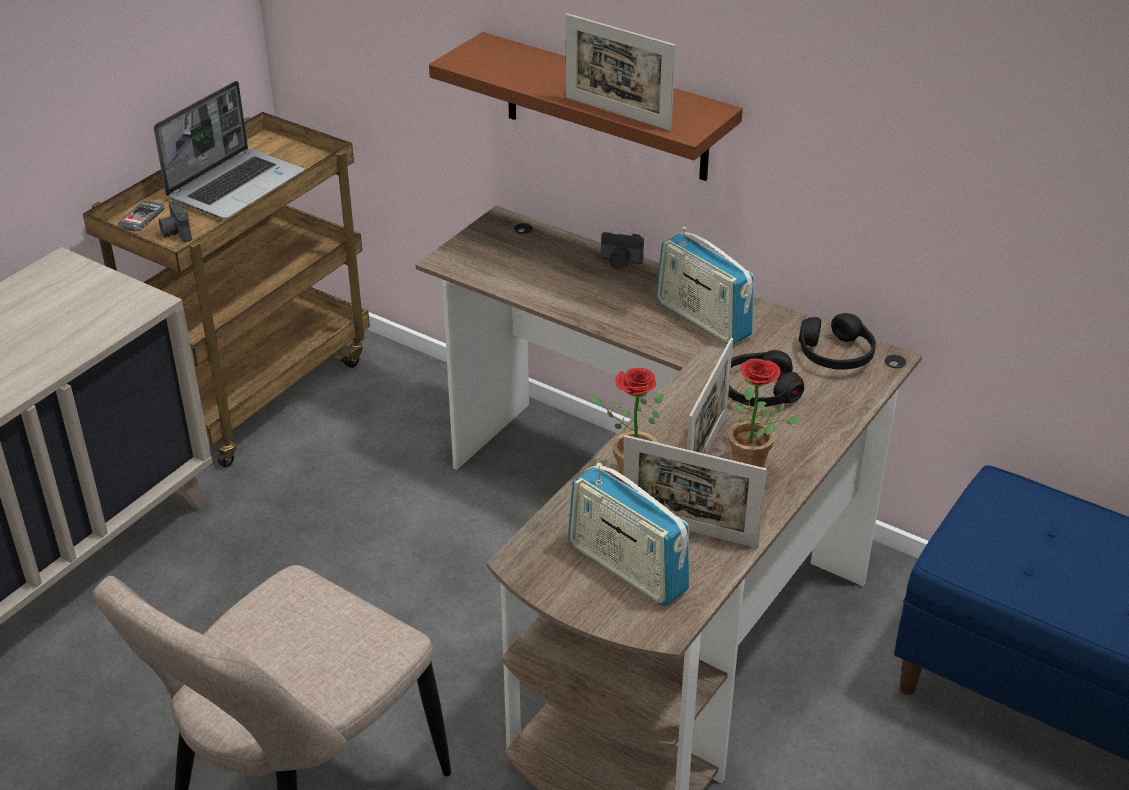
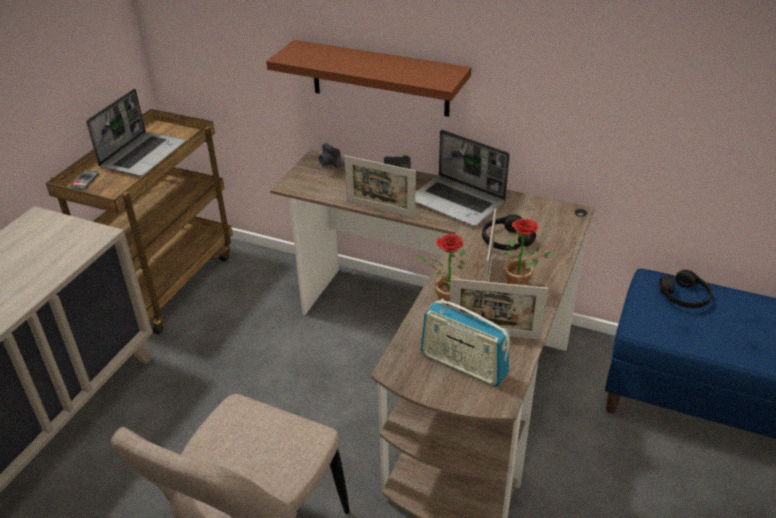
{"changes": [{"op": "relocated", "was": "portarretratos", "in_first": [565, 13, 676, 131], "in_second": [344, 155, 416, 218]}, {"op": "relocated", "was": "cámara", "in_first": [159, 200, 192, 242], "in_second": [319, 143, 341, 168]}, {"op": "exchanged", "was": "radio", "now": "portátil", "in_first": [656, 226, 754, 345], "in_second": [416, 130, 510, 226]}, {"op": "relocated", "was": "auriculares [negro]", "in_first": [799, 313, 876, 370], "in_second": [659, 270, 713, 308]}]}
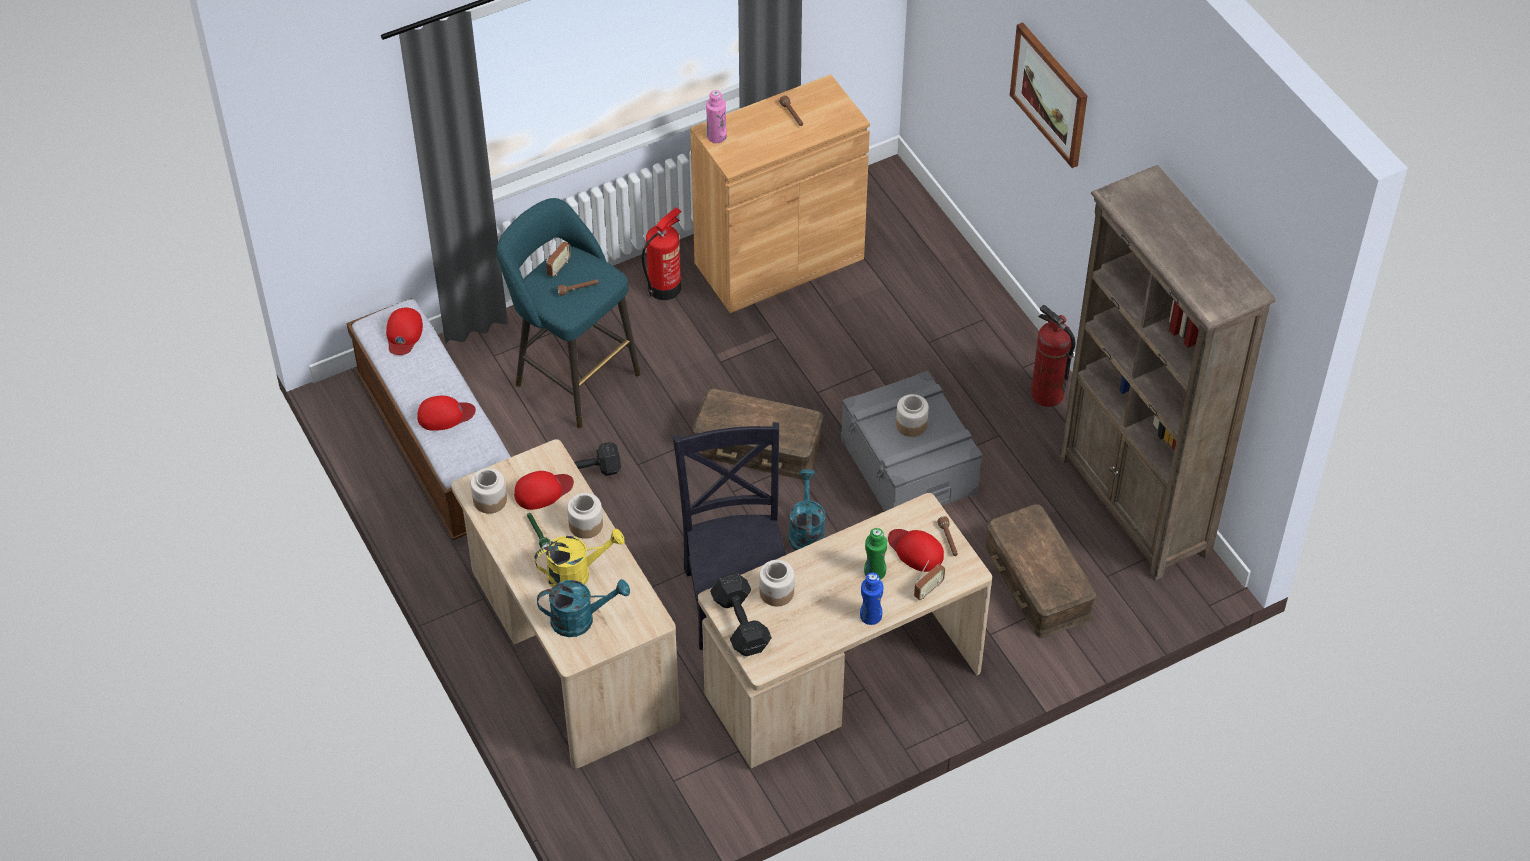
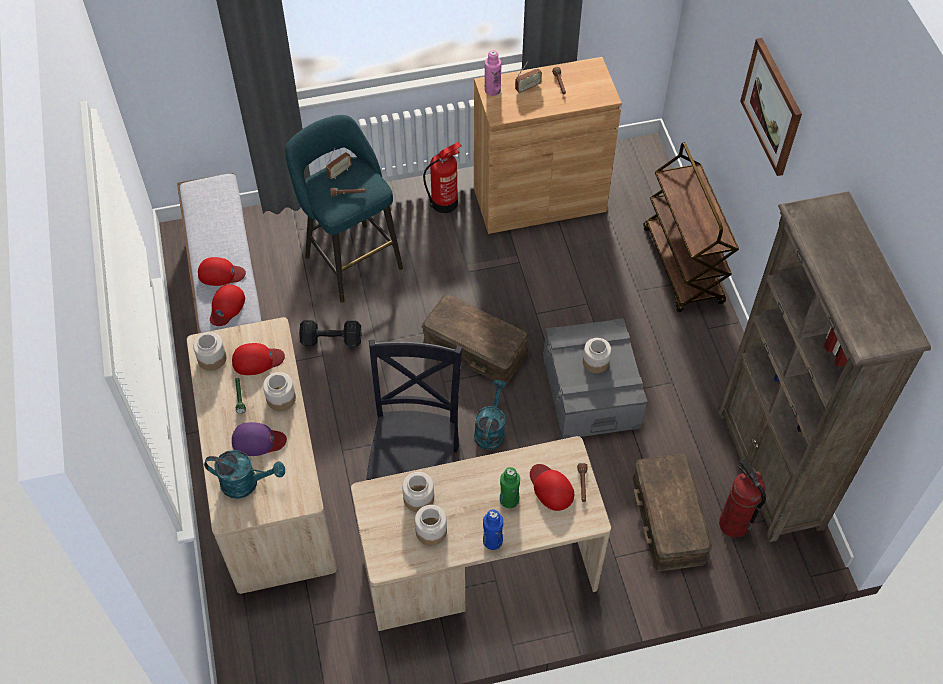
{"changes": [{"op": "relocated", "was": "extintor", "in_first": [1031, 304, 1075, 407], "in_second": [719, 459, 766, 538]}, {"op": "relocated", "was": "gorra [rojo]", "in_first": [386, 307, 423, 355], "in_second": [210, 285, 245, 326]}, {"op": "exchanged", "was": "regadera [amarillo]", "now": "gorra [morado]", "in_first": [534, 528, 625, 588], "in_second": [232, 422, 287, 456]}, {"op": "relocated", "was": "radio", "in_first": [914, 561, 945, 600], "in_second": [515, 61, 542, 93]}, {"op": "missing", "was": "mancuerna [negro]", "in_first": [710, 573, 772, 656]}, {"op": "appeared", "now": "carrito [marrón]", "in_second": [644, 142, 739, 312]}, {"op": "appeared", "now": "tarro", "in_second": [415, 505, 447, 546]}]}
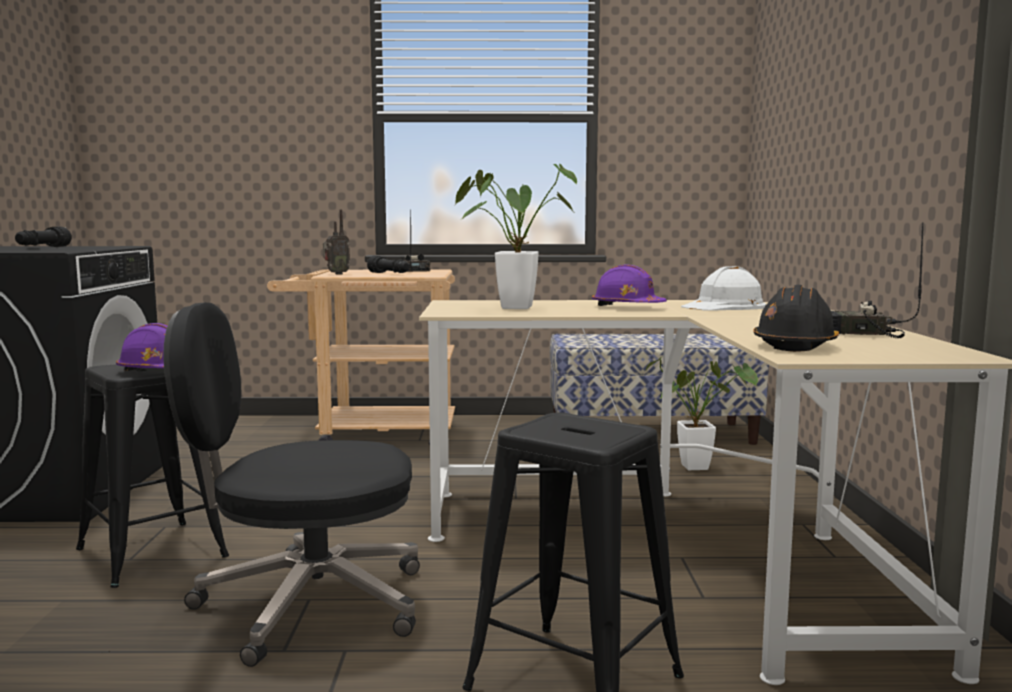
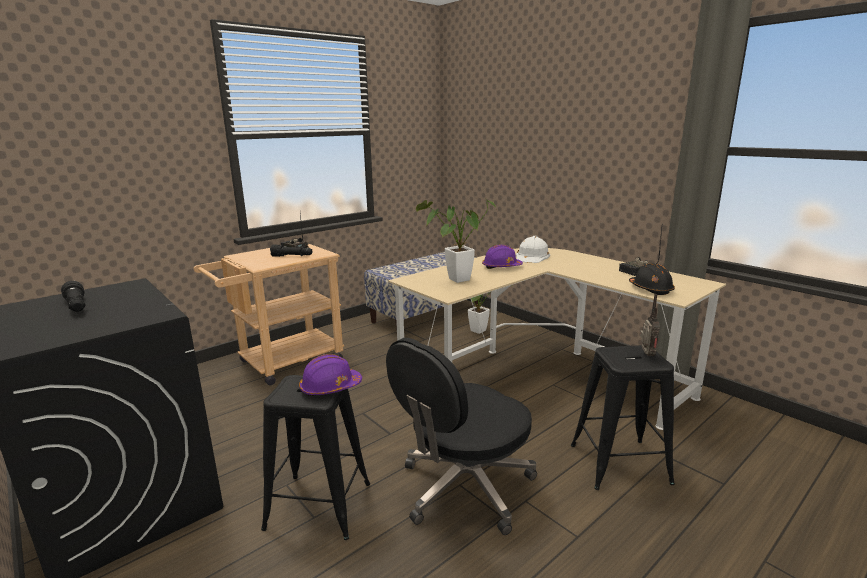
{"changes": [{"op": "relocated", "was": "radio", "in_first": [323, 210, 350, 275], "in_second": [640, 294, 660, 356]}]}
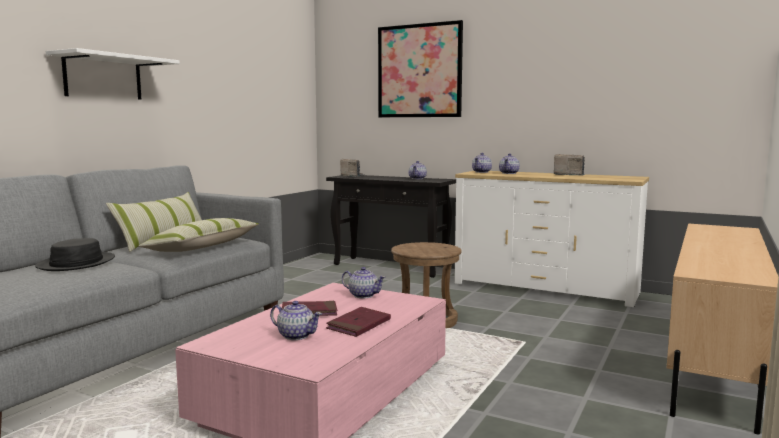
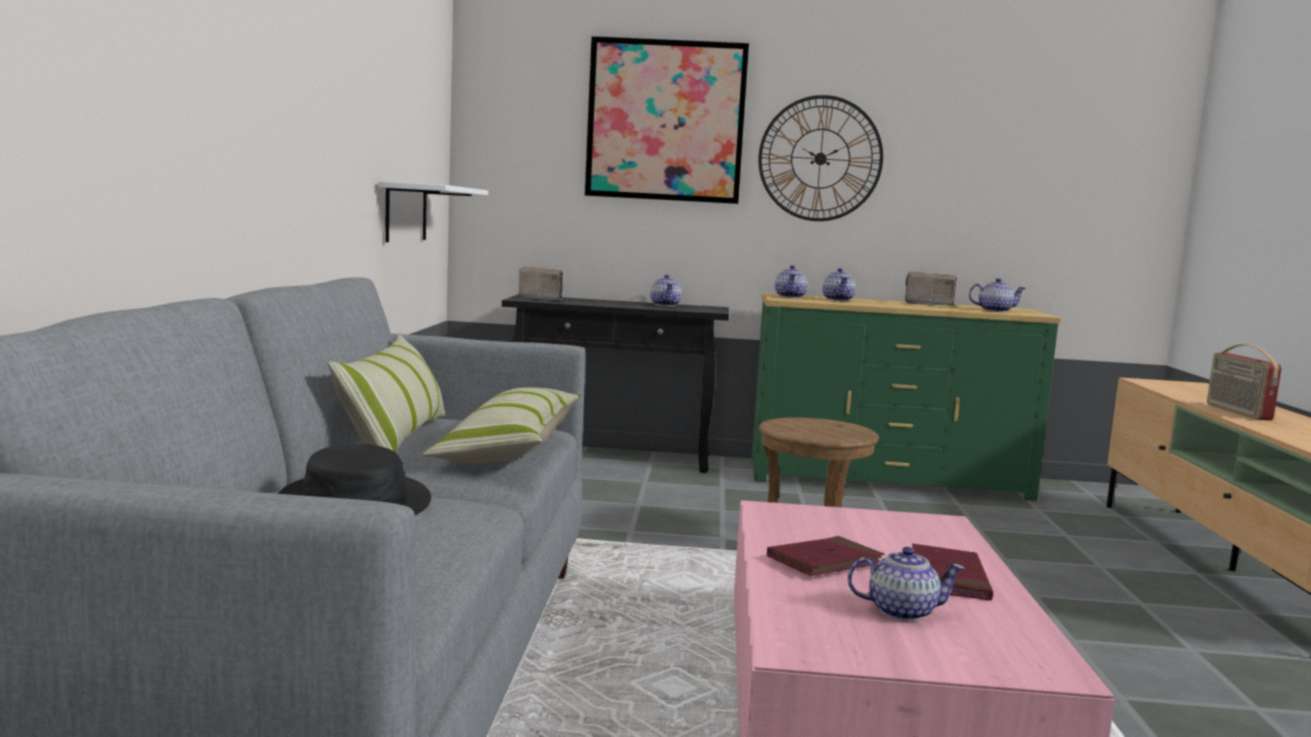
{"changes": [{"op": "relocated", "was": "estante [blanco]", "in_first": [46, 48, 180, 100], "in_second": [378, 181, 488, 242]}, {"op": "colour", "was": "cómoda [blanco]", "now": "cómoda [verde]", "in_first": [454, 171, 649, 307], "in_second": [751, 293, 1061, 501]}, {"op": "relocated", "was": "tetera", "in_first": [342, 267, 386, 298], "in_second": [969, 278, 1026, 312]}, {"op": "appeared", "now": "reloj de pared", "in_second": [758, 95, 883, 221]}, {"op": "appeared", "now": "radio", "in_second": [1207, 344, 1282, 420]}]}
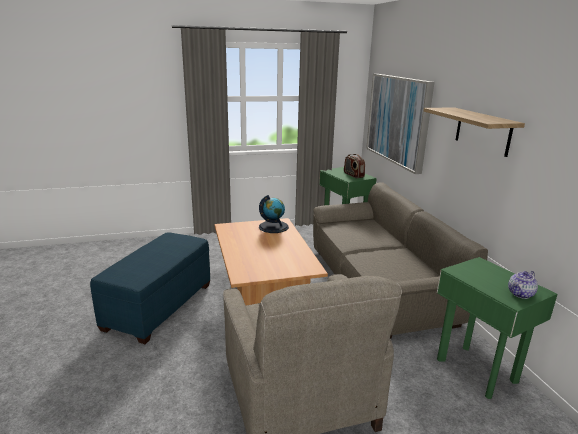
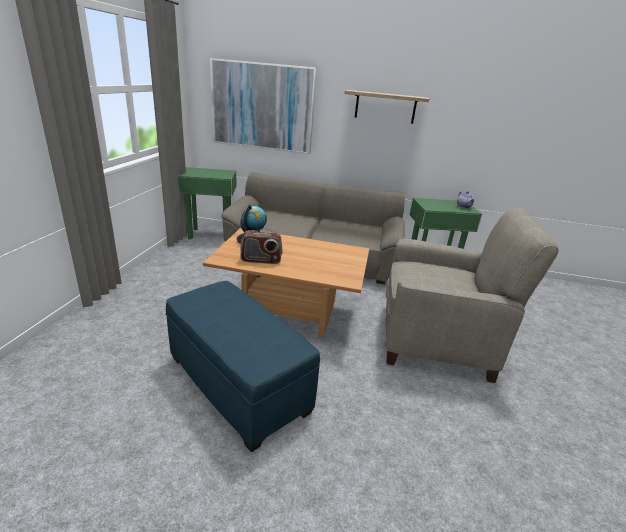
{"changes": [{"op": "relocated", "was": "radio", "in_first": [344, 154, 365, 178], "in_second": [240, 228, 282, 264]}]}
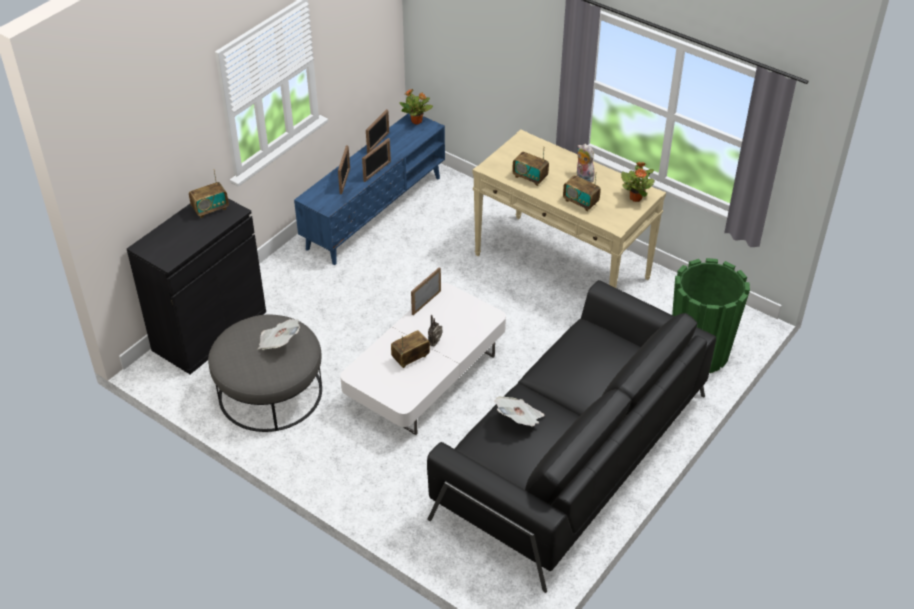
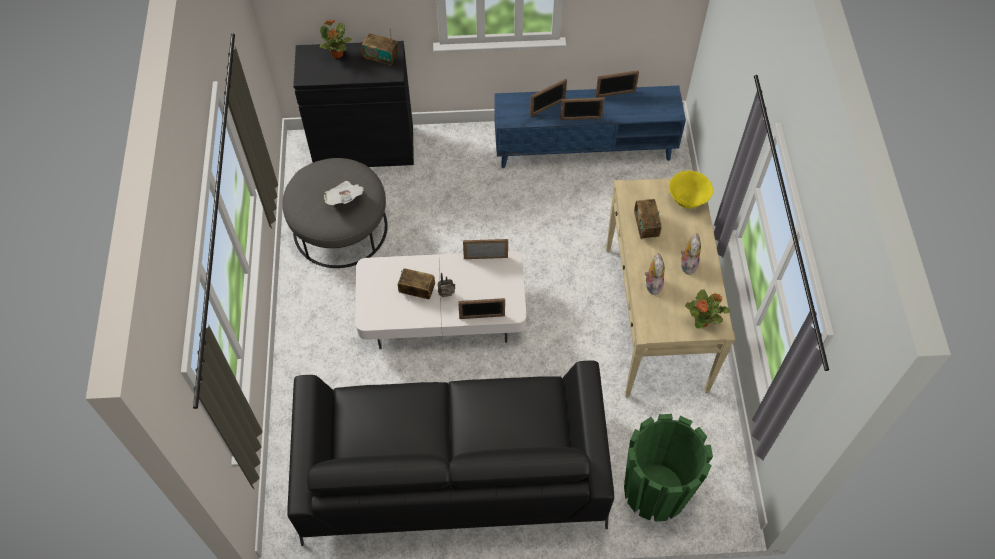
{"changes": [{"op": "relocated", "was": "planta en maceta", "in_first": [399, 90, 433, 124], "in_second": [319, 19, 352, 58]}, {"op": "exchanged", "was": "radio", "now": "peluche", "in_first": [563, 172, 601, 212], "in_second": [645, 253, 665, 295]}, {"op": "missing", "was": "periódico", "in_first": [495, 396, 544, 427]}, {"op": "appeared", "now": "cuenco [amarillo]", "in_second": [669, 170, 713, 208]}, {"op": "appeared", "now": "portarretratos", "in_second": [458, 298, 505, 319]}]}
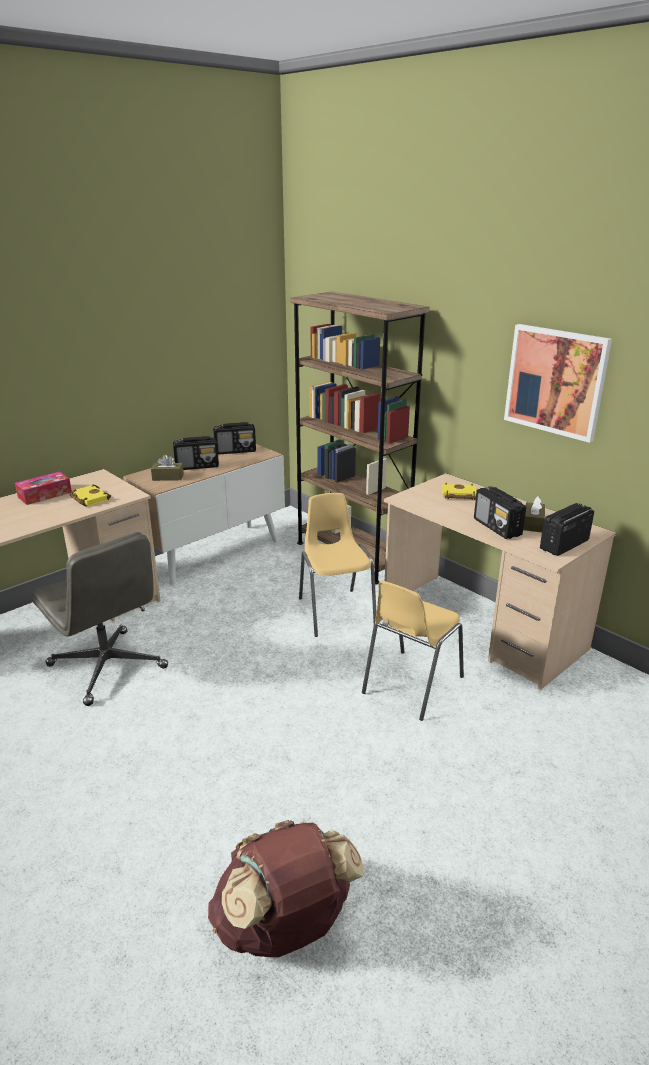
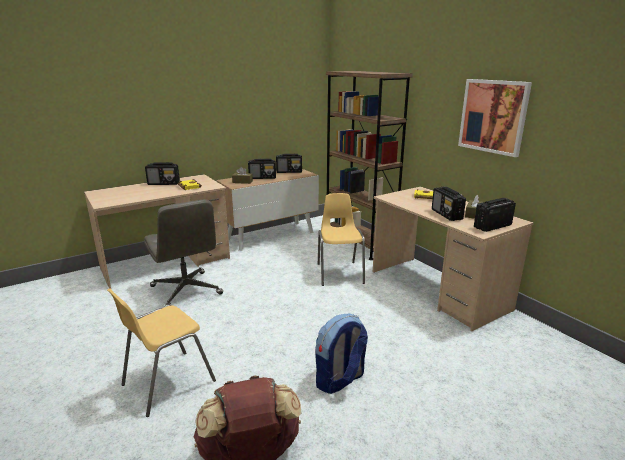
{"changes": [{"op": "exchanged", "was": "caja de pañuelos", "now": "radio", "in_first": [15, 472, 72, 505], "in_second": [145, 162, 180, 185]}, {"op": "relocated", "was": "silla [amarillo]", "in_first": [362, 581, 464, 721], "in_second": [107, 288, 216, 417]}, {"op": "appeared", "now": "mochila", "in_second": [315, 314, 368, 394]}]}
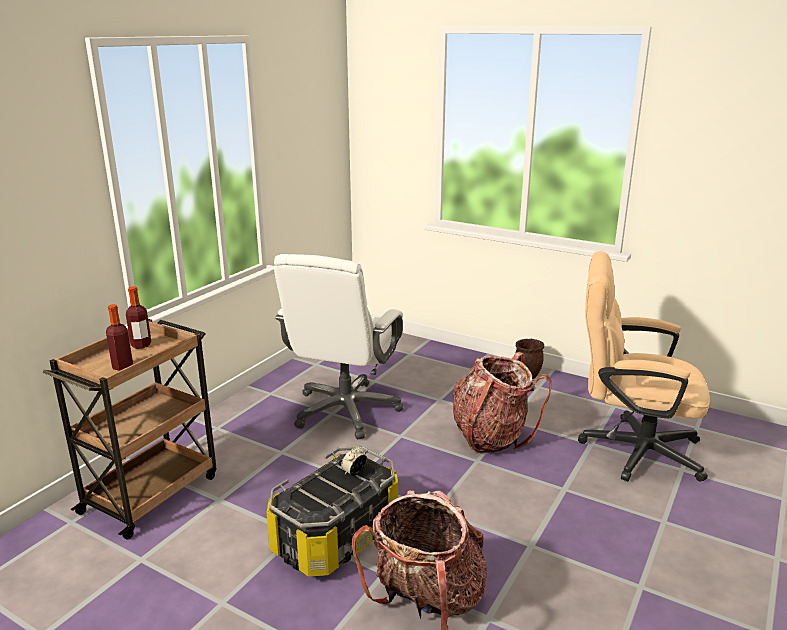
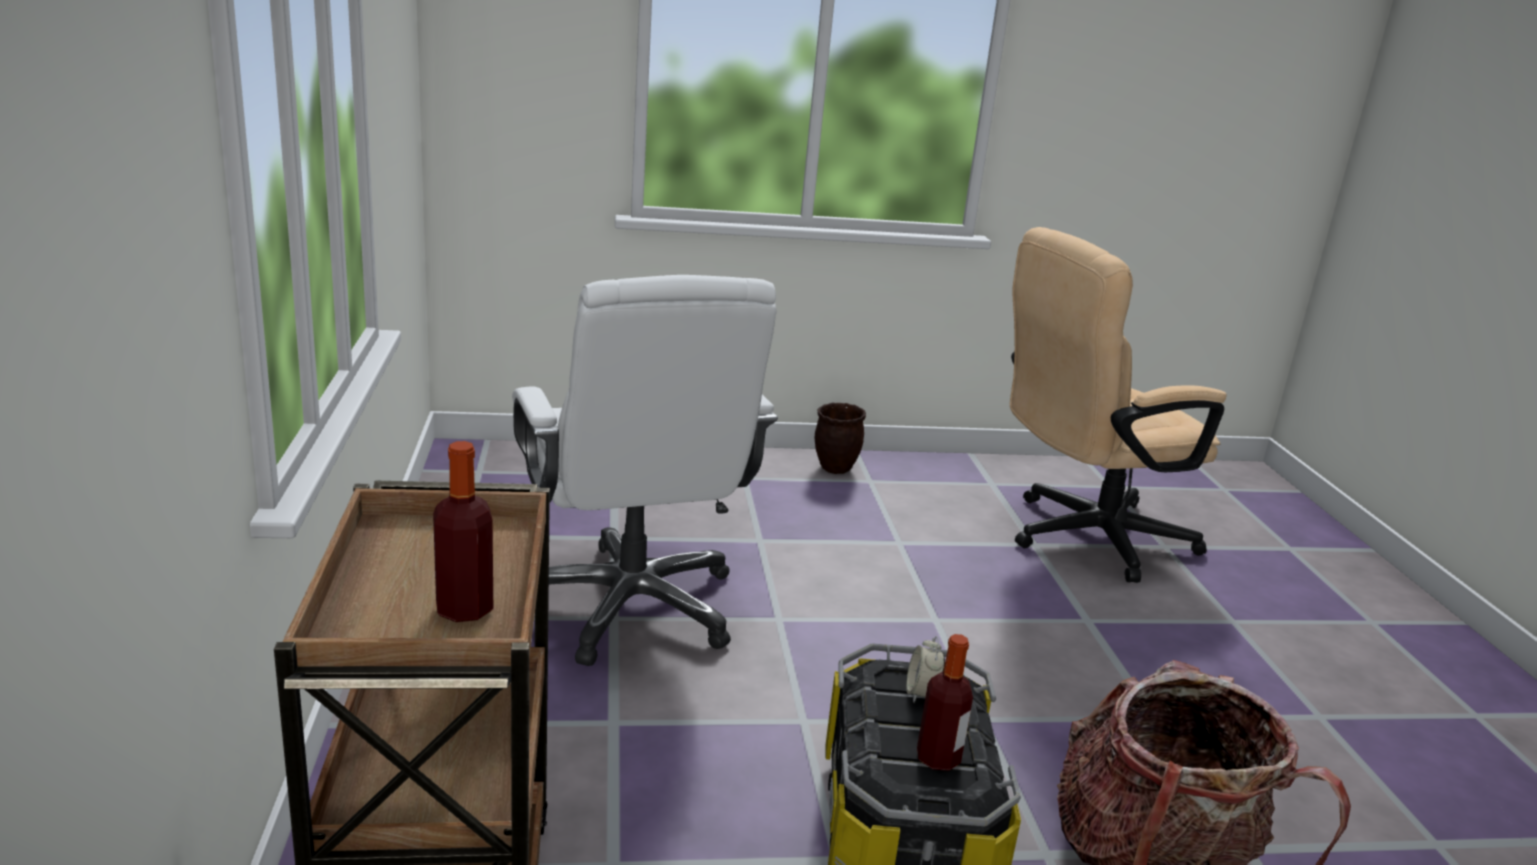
{"changes": [{"op": "relocated", "was": "botella", "in_first": [126, 286, 151, 349], "in_second": [917, 634, 973, 771]}, {"op": "missing", "was": "mochila", "in_first": [452, 352, 551, 454]}]}
